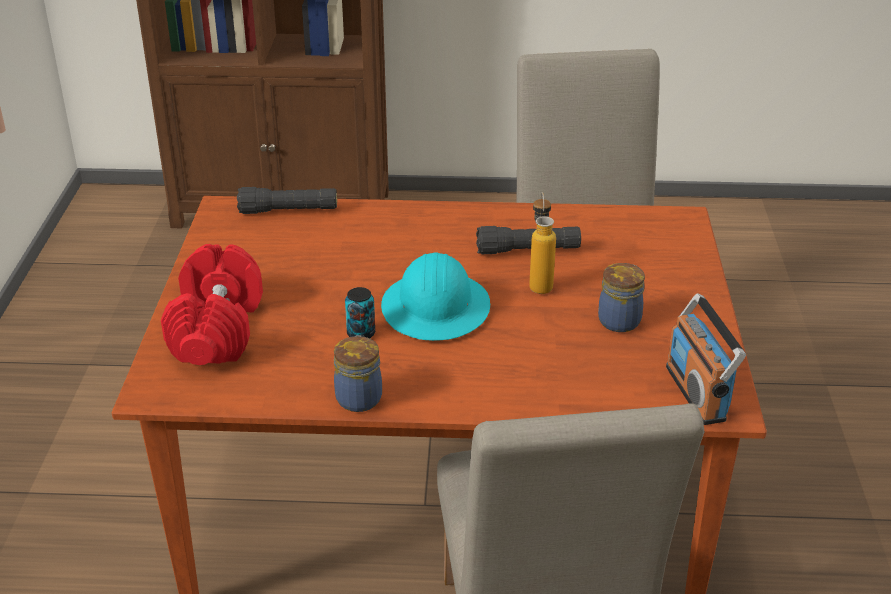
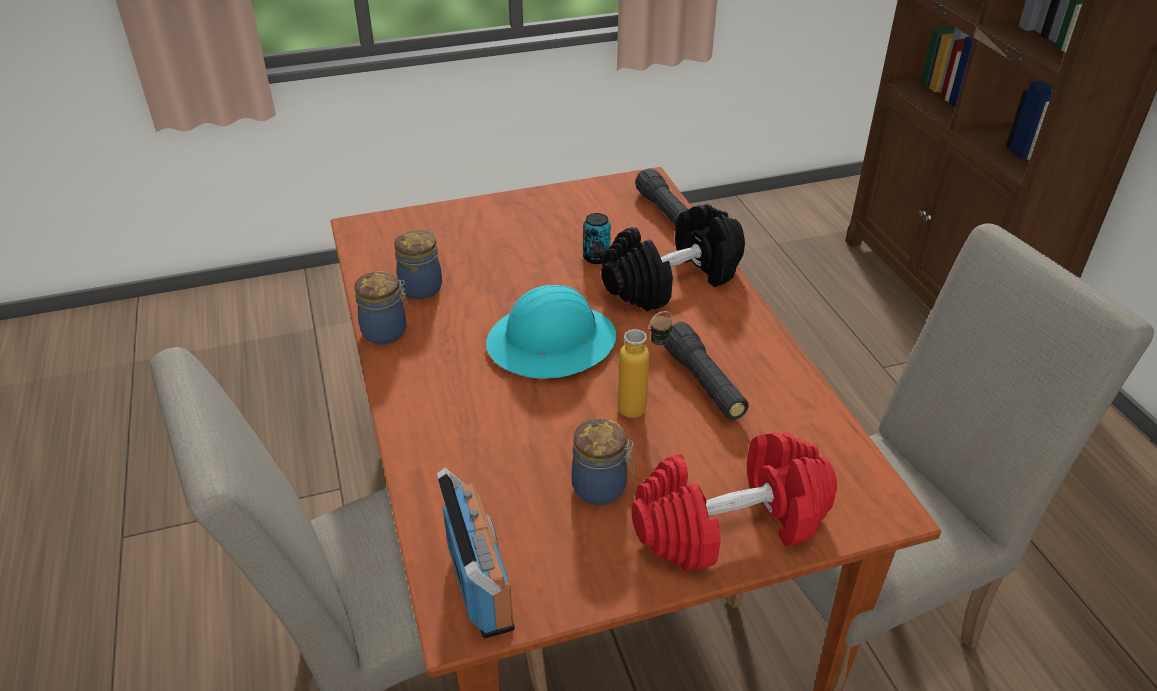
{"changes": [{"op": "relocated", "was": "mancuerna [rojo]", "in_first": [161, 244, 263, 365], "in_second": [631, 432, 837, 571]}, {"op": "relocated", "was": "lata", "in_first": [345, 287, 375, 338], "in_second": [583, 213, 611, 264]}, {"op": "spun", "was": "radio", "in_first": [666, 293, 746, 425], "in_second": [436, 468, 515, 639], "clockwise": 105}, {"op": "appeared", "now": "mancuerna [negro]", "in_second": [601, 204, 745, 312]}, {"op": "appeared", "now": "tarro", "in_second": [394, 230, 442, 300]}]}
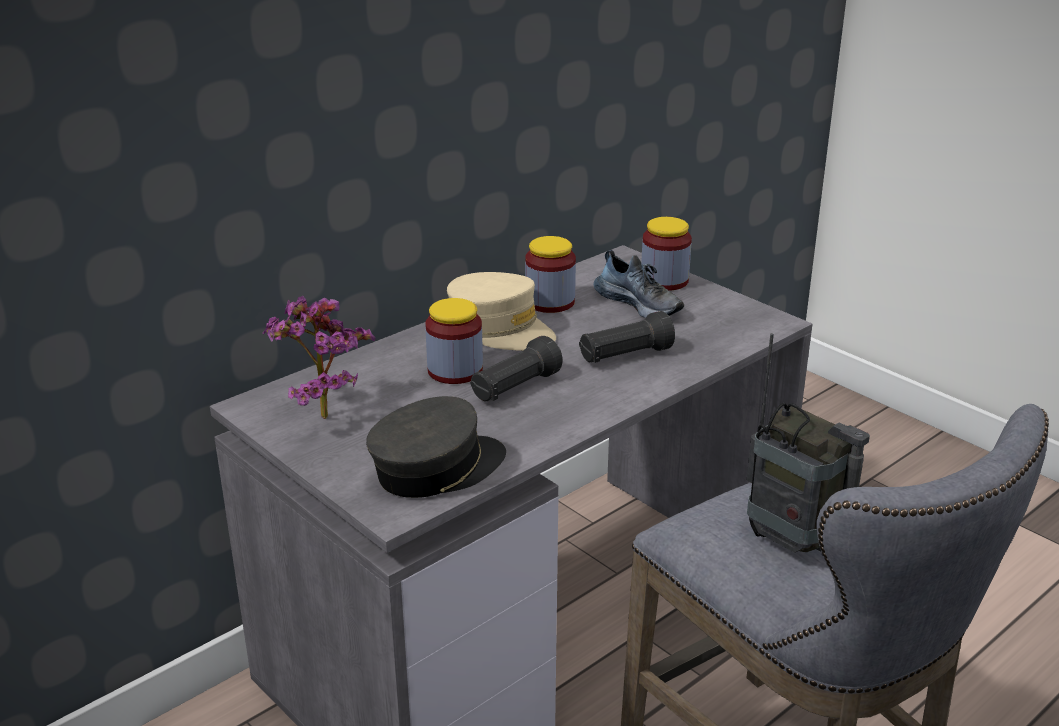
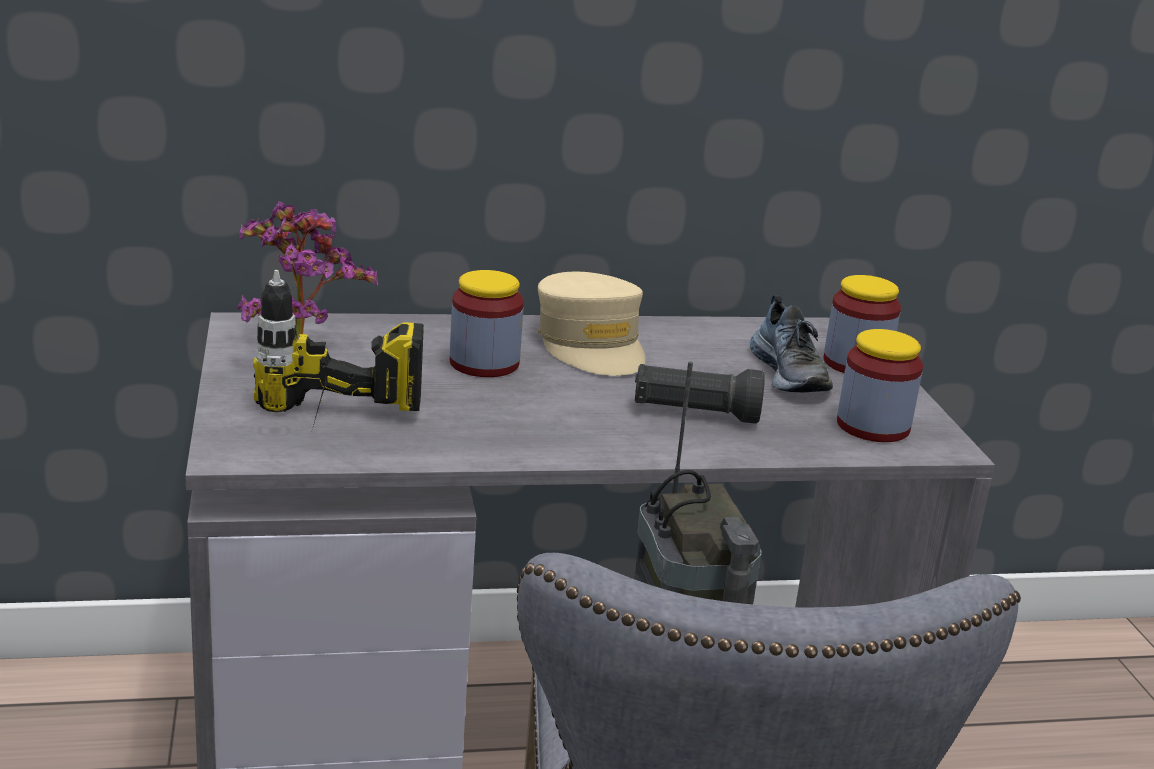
{"changes": [{"op": "relocated", "was": "tarro", "in_first": [525, 236, 576, 313], "in_second": [837, 329, 923, 442]}, {"op": "missing", "was": "linterna [negro]", "in_first": [471, 336, 563, 401]}, {"op": "exchanged", "was": "gorra [gris]", "now": "taladro", "in_first": [366, 396, 506, 498], "in_second": [253, 270, 424, 433]}]}
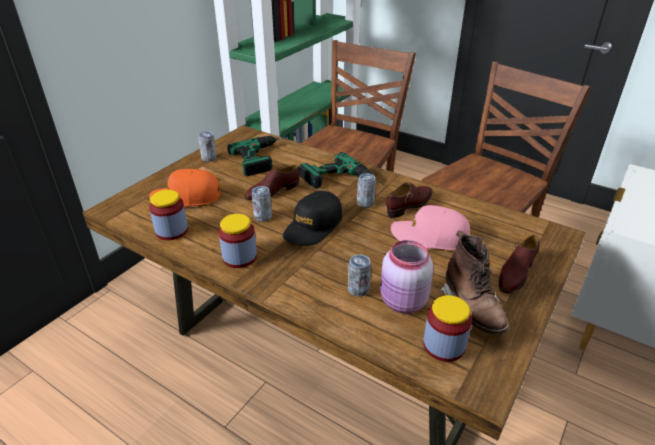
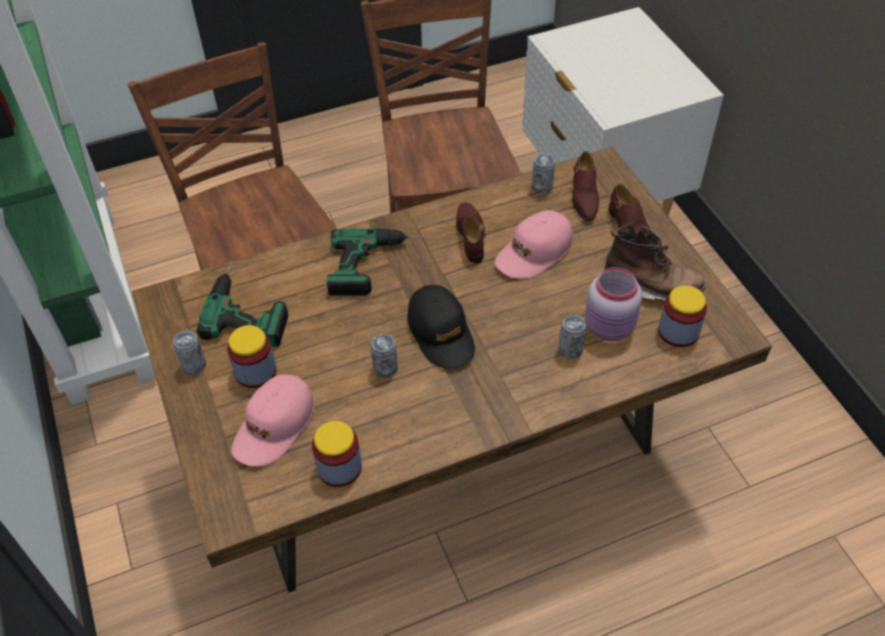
{"changes": [{"op": "relocated", "was": "zapato [marrón]", "in_first": [244, 164, 300, 200], "in_second": [572, 151, 599, 221]}, {"op": "colour", "was": "gorra [naranja]", "now": "gorra [rosa]", "in_first": [149, 169, 221, 207], "in_second": [232, 374, 315, 467]}, {"op": "relocated", "was": "lata", "in_first": [357, 173, 376, 208], "in_second": [532, 154, 555, 194]}, {"op": "relocated", "was": "tarro", "in_first": [218, 214, 257, 268], "in_second": [227, 325, 276, 388]}]}
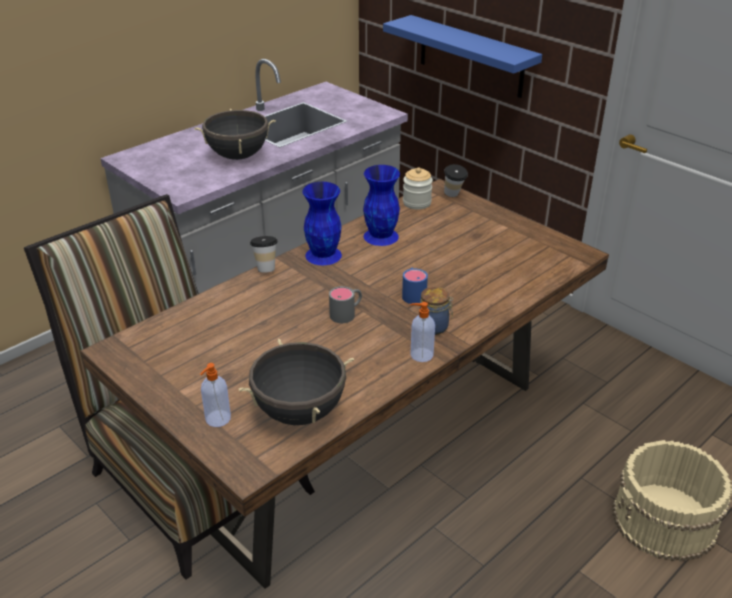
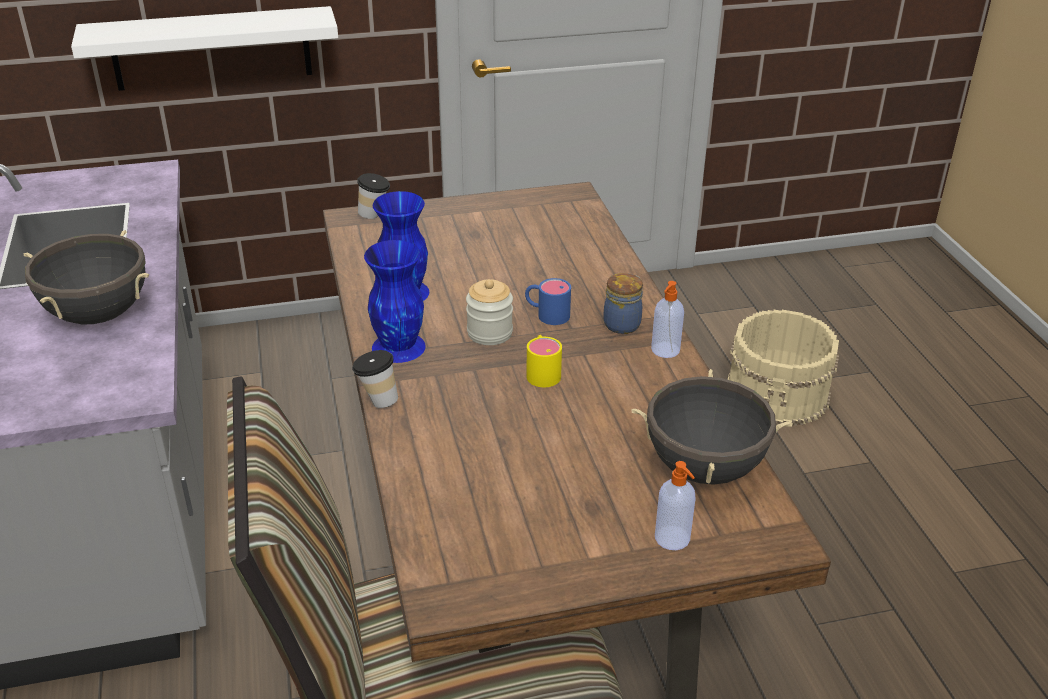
{"changes": [{"op": "colour", "was": "estante [azul]", "now": "estante [blanco]", "in_first": [383, 15, 542, 98], "in_second": [71, 6, 338, 91]}, {"op": "relocated", "was": "tarro", "in_first": [403, 167, 433, 210], "in_second": [466, 279, 513, 345]}, {"op": "colour", "was": "taza grande [gris]", "now": "taza grande [amarillo]", "in_first": [329, 286, 362, 323], "in_second": [526, 335, 562, 387]}]}
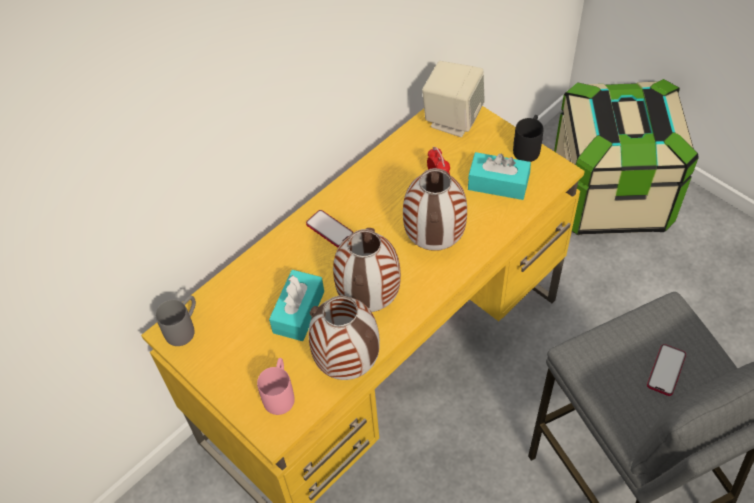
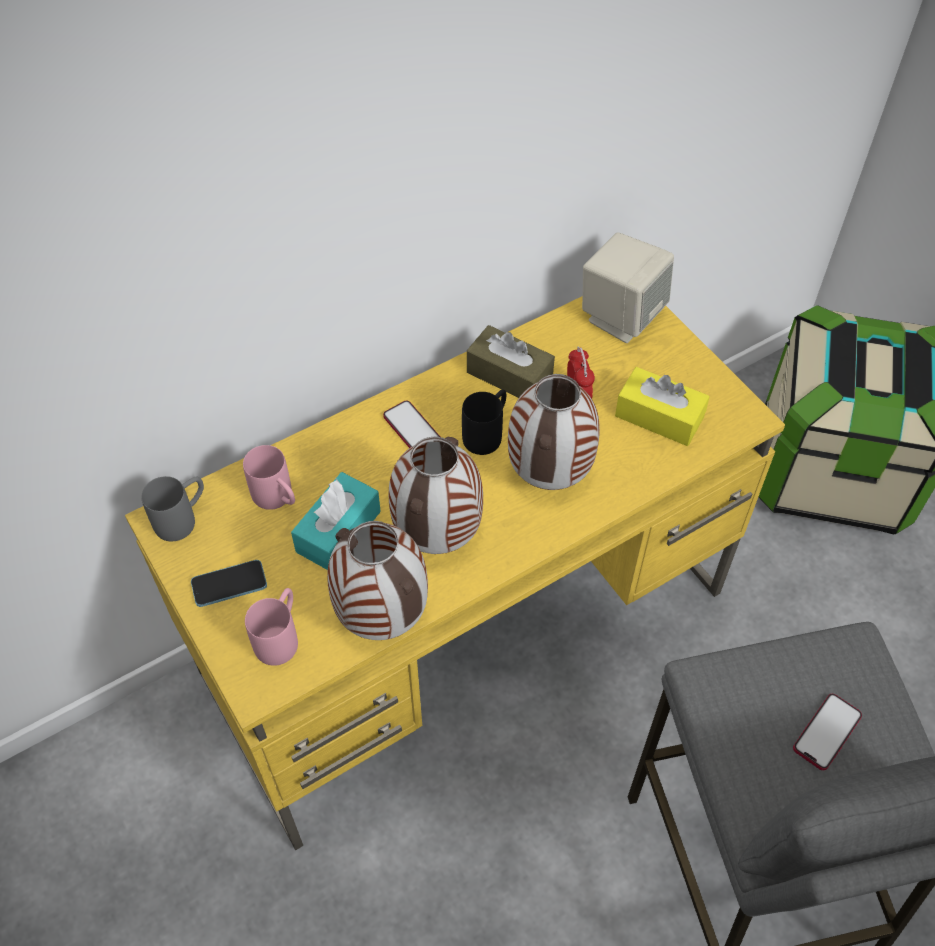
{"changes": [{"op": "relocated", "was": "taza grande [negro]", "in_first": [513, 115, 543, 162], "in_second": [462, 389, 506, 455]}, {"op": "colour", "was": "caja de pañuelos [turquesa]", "now": "caja de pañuelos [amarillo]", "in_first": [468, 152, 531, 200], "in_second": [615, 367, 710, 446]}, {"op": "appeared", "now": "caja de pañuelos [marrón]", "in_second": [467, 325, 555, 398]}, {"op": "appeared", "now": "taza grande [rosa]", "in_second": [243, 445, 295, 510]}, {"op": "appeared", "now": "móvil", "in_second": [191, 560, 267, 607]}]}
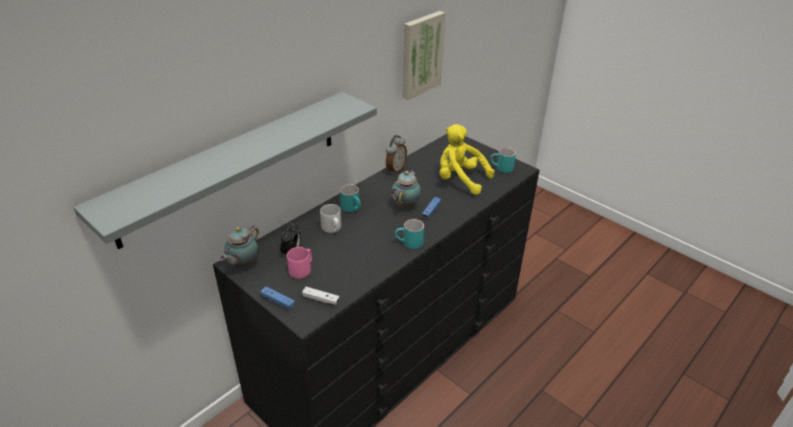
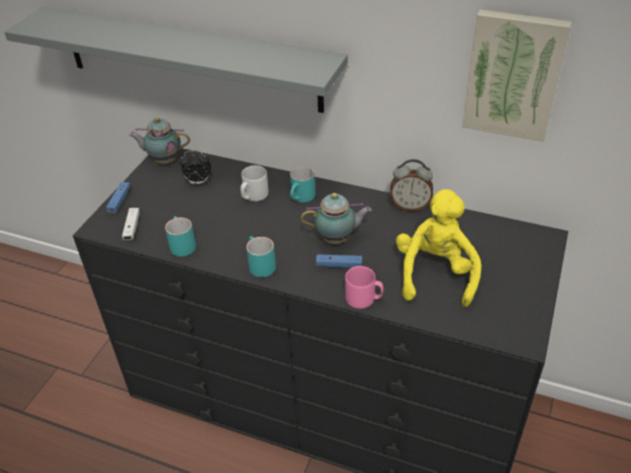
{"changes": [{"op": "relocated", "was": "taza grande [turquesa]", "in_first": [490, 148, 516, 173], "in_second": [165, 216, 196, 257]}, {"op": "relocated", "was": "taza grande [rosa]", "in_first": [287, 247, 312, 279], "in_second": [345, 266, 384, 309]}]}
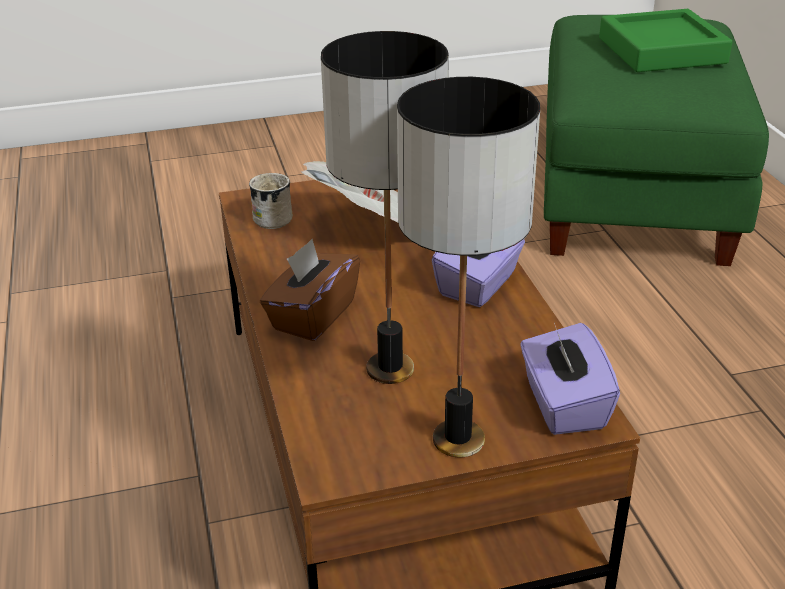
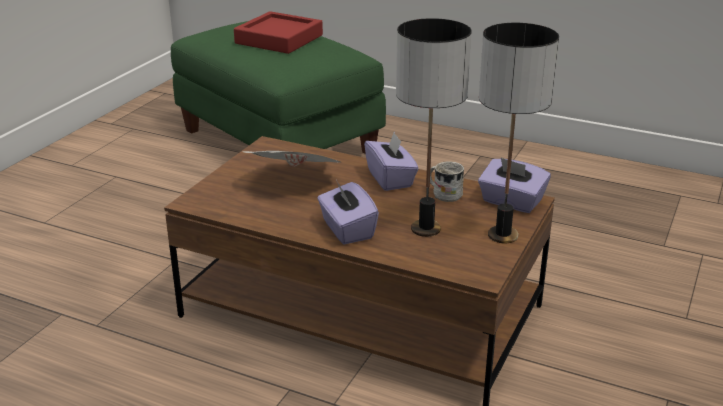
{"changes": [{"op": "colour", "was": "bandeja [verde]", "now": "bandeja [rojo]", "in_first": [599, 9, 732, 72], "in_second": [234, 11, 323, 54]}, {"op": "relocated", "was": "taza grande [blanco]", "in_first": [249, 173, 293, 229], "in_second": [430, 161, 464, 202]}, {"op": "colour", "was": "caja de pañuelos [marrón]", "now": "caja de pañuelos [morado]", "in_first": [260, 239, 361, 341], "in_second": [317, 180, 379, 244]}]}
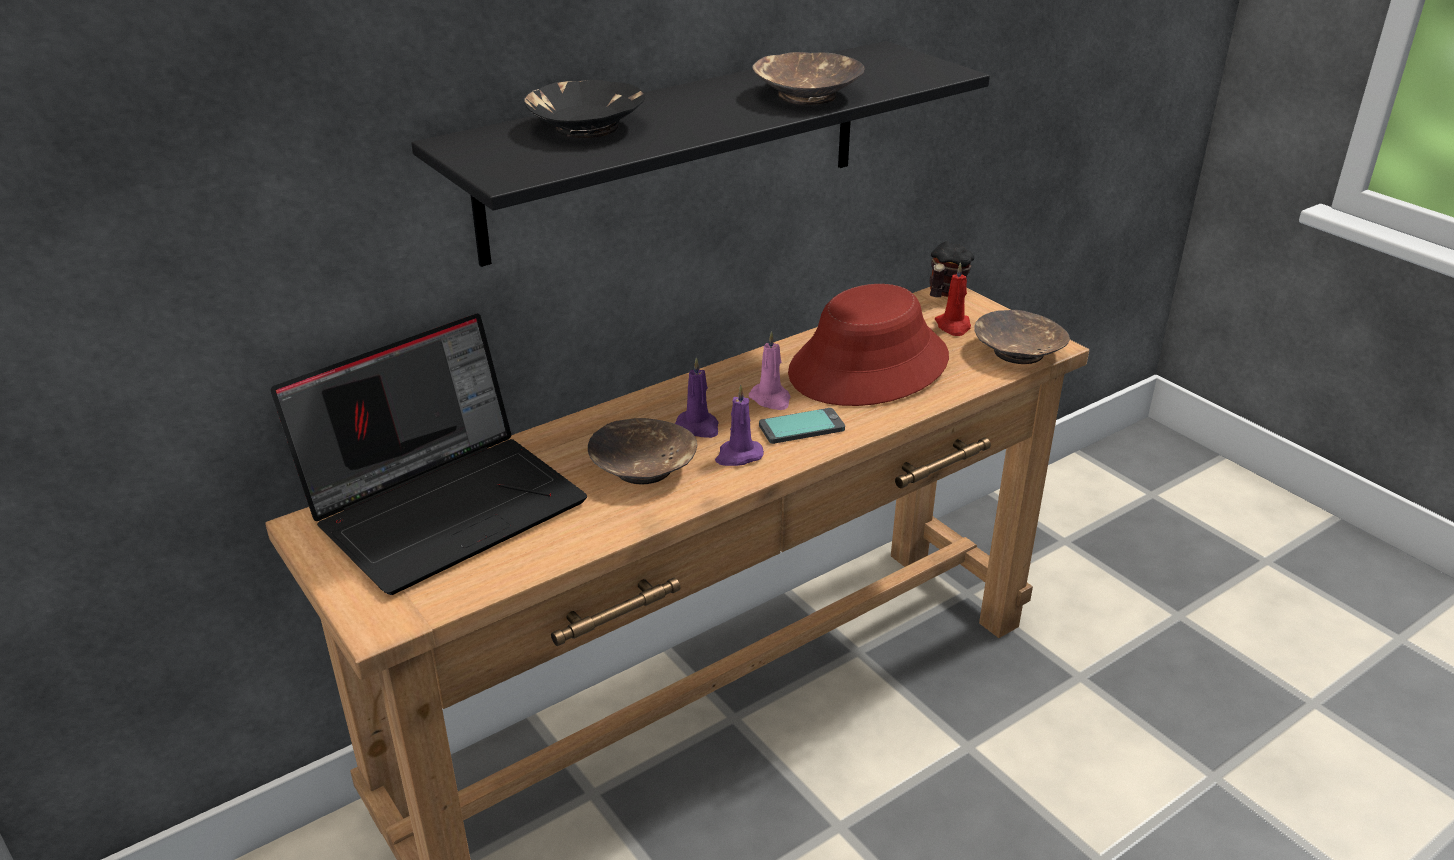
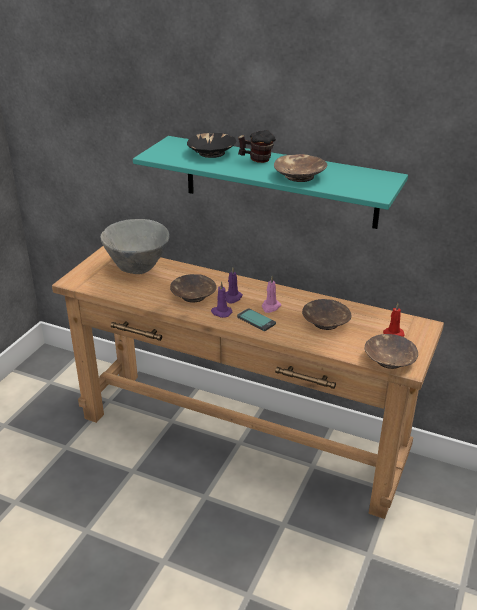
{"changes": [{"op": "colour", "was": "estante [negro]", "now": "estante [turquesa]", "in_first": [411, 41, 990, 267], "in_second": [133, 136, 408, 229]}, {"op": "relocated", "was": "taza grande", "in_first": [929, 241, 974, 297], "in_second": [238, 130, 276, 163]}, {"op": "exchanged", "was": "sombrero [rojo]", "now": "cuenco [marrón]", "in_first": [788, 284, 949, 406], "in_second": [302, 299, 351, 330]}, {"op": "exchanged", "was": "portátil", "now": "cuenco [gris]", "in_first": [271, 314, 587, 595], "in_second": [100, 219, 170, 274]}]}
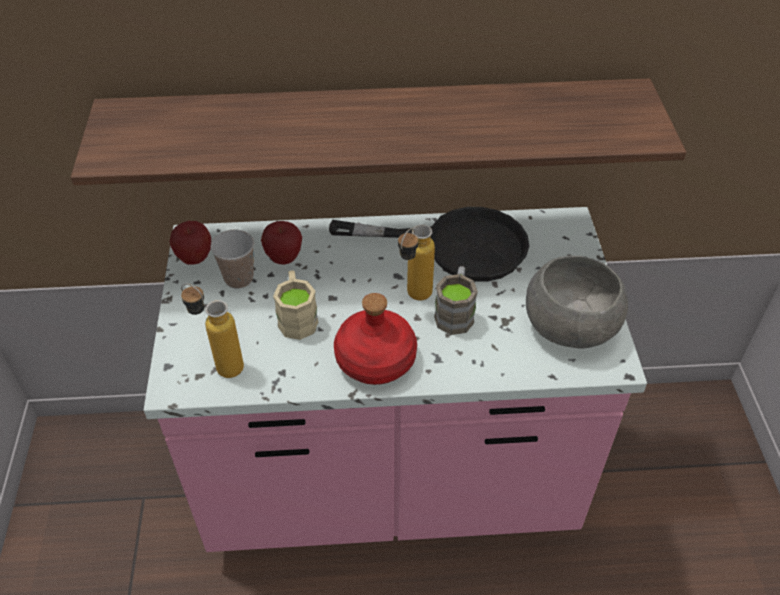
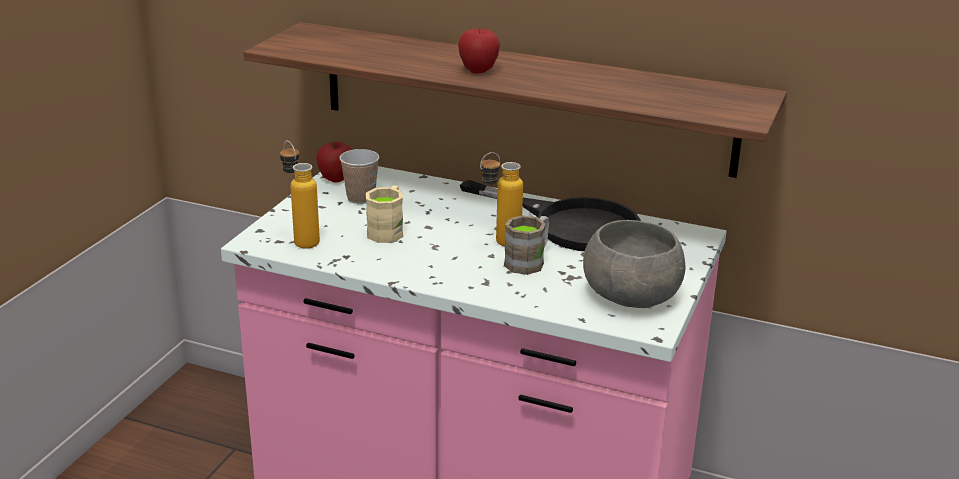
{"changes": [{"op": "relocated", "was": "manzana", "in_first": [261, 221, 302, 265], "in_second": [458, 28, 500, 74]}, {"op": "missing", "was": "botella [rojo]", "in_first": [334, 293, 417, 385]}]}
